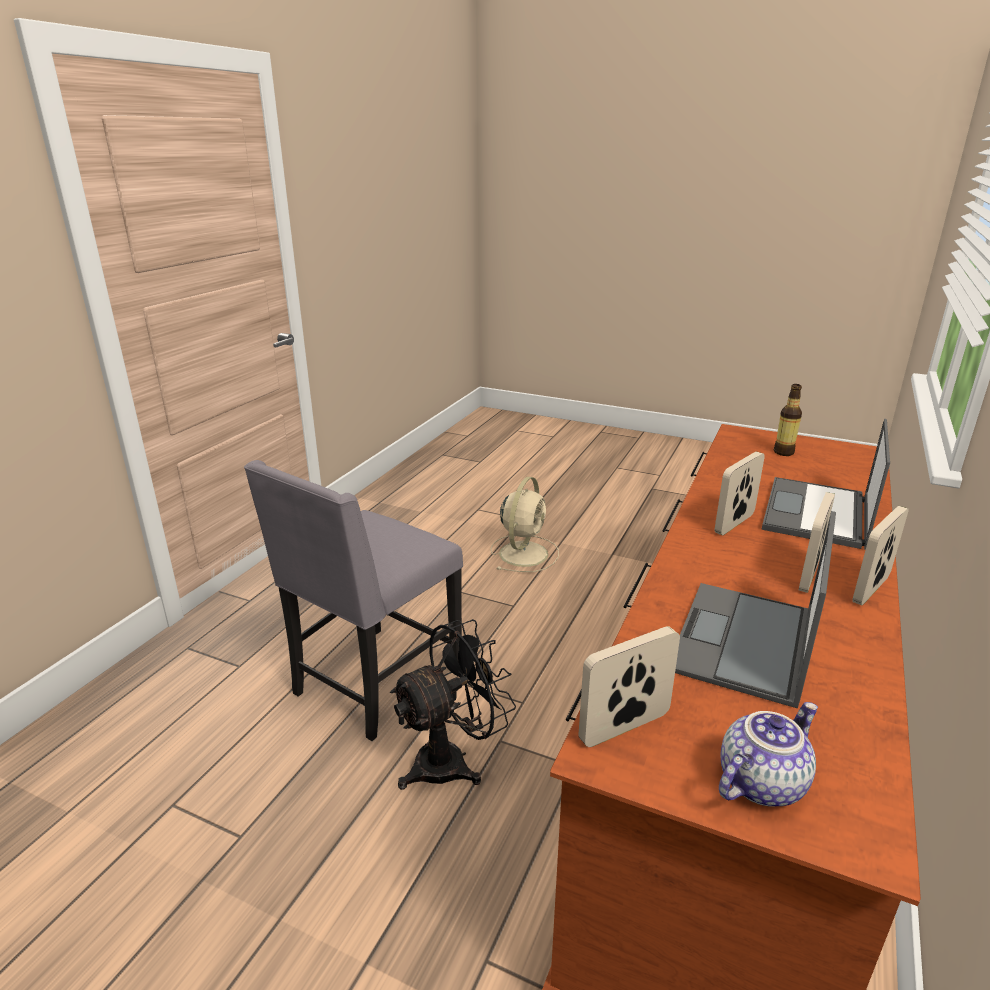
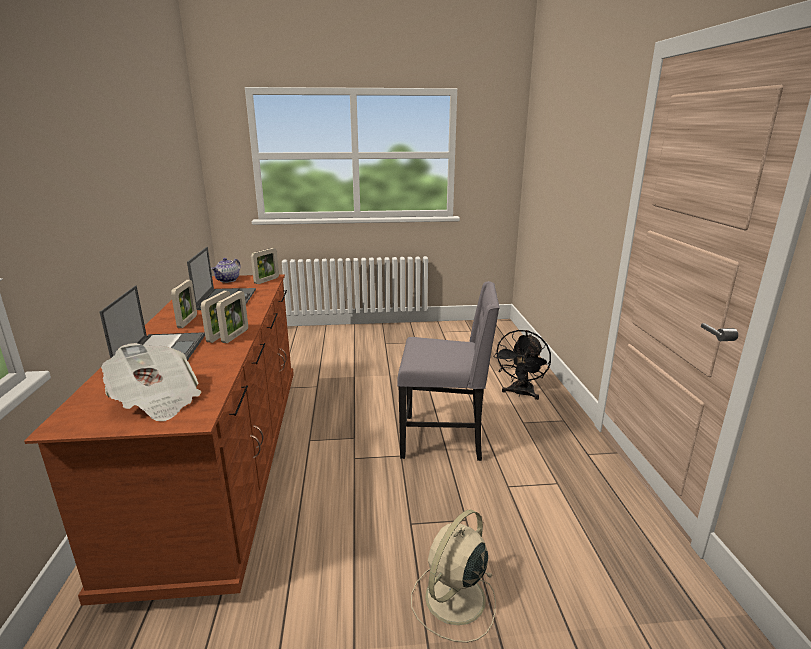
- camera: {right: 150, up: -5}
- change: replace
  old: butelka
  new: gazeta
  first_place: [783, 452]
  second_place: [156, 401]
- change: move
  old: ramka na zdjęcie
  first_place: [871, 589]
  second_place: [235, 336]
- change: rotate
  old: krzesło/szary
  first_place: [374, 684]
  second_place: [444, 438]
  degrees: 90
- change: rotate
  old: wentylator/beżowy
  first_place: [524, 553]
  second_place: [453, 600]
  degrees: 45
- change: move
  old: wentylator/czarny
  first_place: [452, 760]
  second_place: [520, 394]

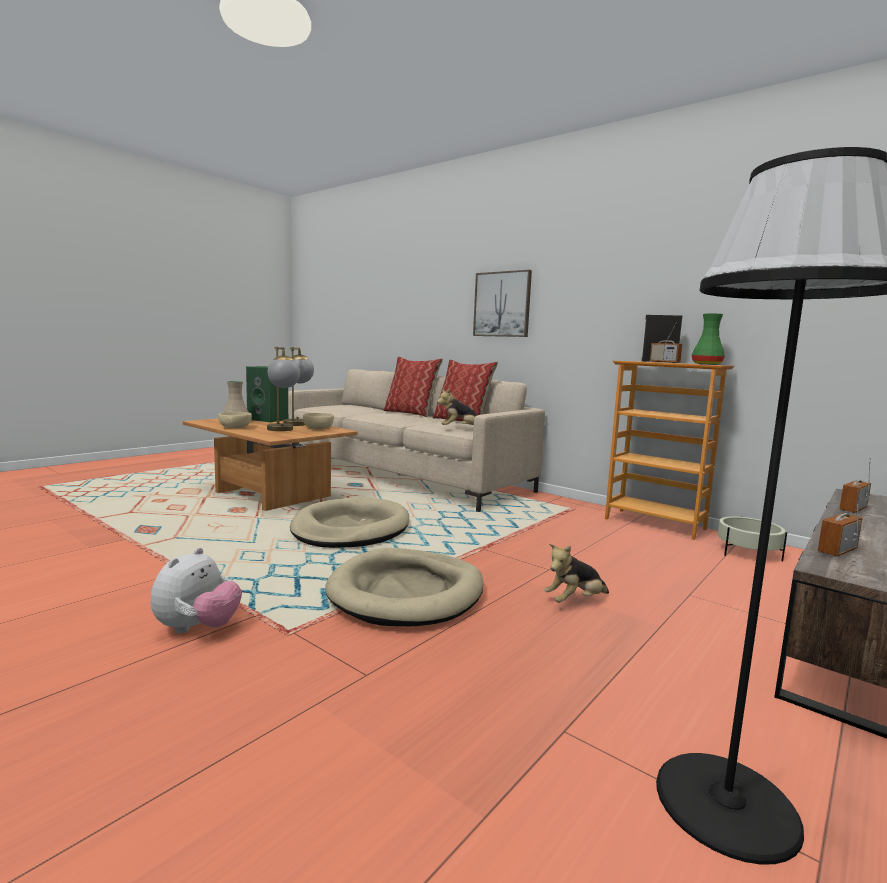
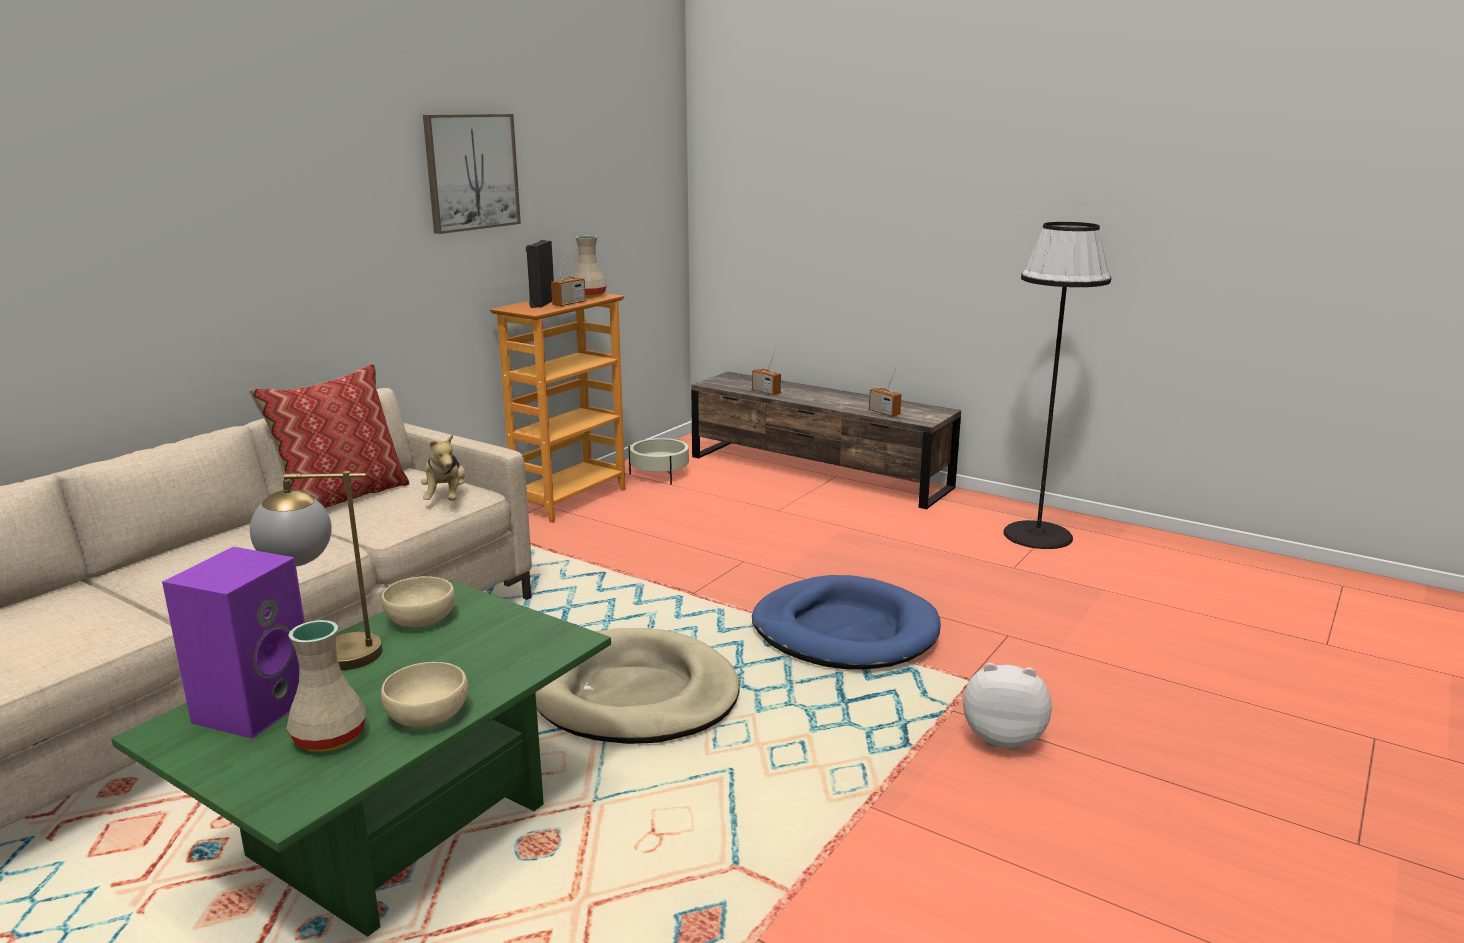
- camera: {right: -95, up: 10}
- change: recolor
  old: ława/brązowy
  new: ława/zielony
  first_place: [269, 495]
  second_place: [402, 836]
- change: recolor
  old: głośnik/zielony
  new: głośnik/fioletowy
  first_place: [269, 419]
  second_place: [255, 706]
- change: move
  old: obraz
  first_place: [502, 304]
  second_place: [471, 172]
- change: recolor
  old: wazon/zielony
  new: wazon/beżowy
  first_place: [706, 364]
  second_place: [588, 296]
- change: recolor
  old: legowisko/beżowy
  new: legowisko/niebieski
  first_place: [407, 593]
  second_place: [845, 631]
- change: delete
  old: lampa stołowa
  first_place: [283, 430]
- change: delete
  old: poduszka
  first_place: [411, 413]
- change: delete
  old: pluszak
  first_place: [575, 601]

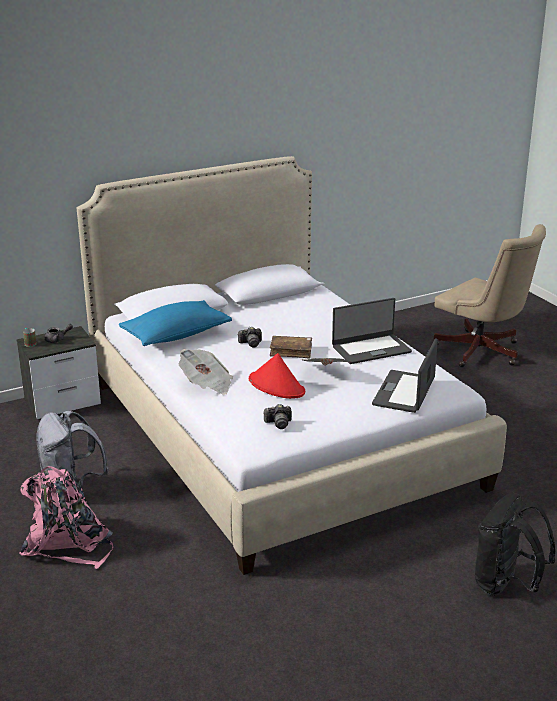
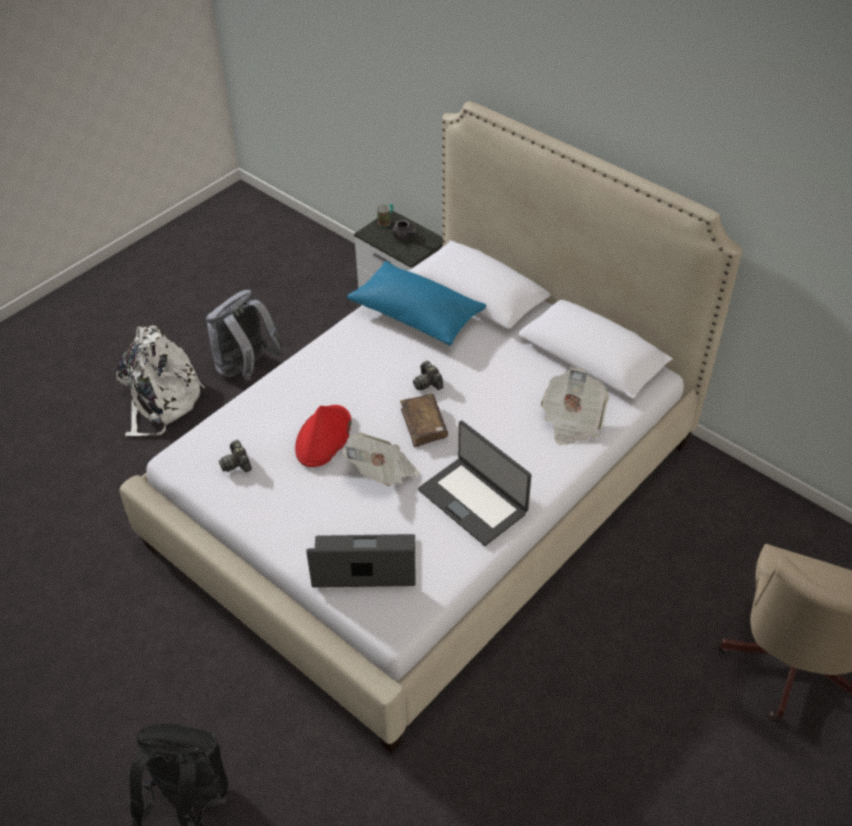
- camera: {right: 70, up: 20}
- change: recolor
  old: plecak/różowy
  new: plecak/biały
  first_place: [68, 543]
  second_place: [161, 401]
- change: move
  old: gazeta
  first_place: [207, 384]
  second_place: [572, 420]

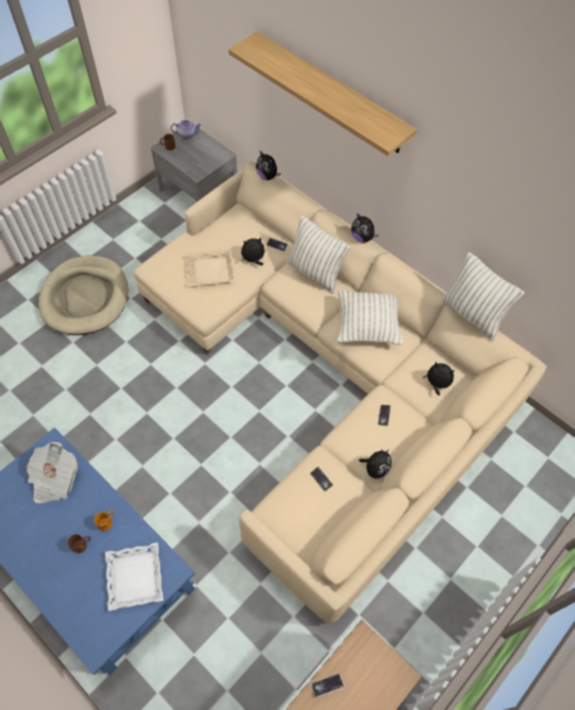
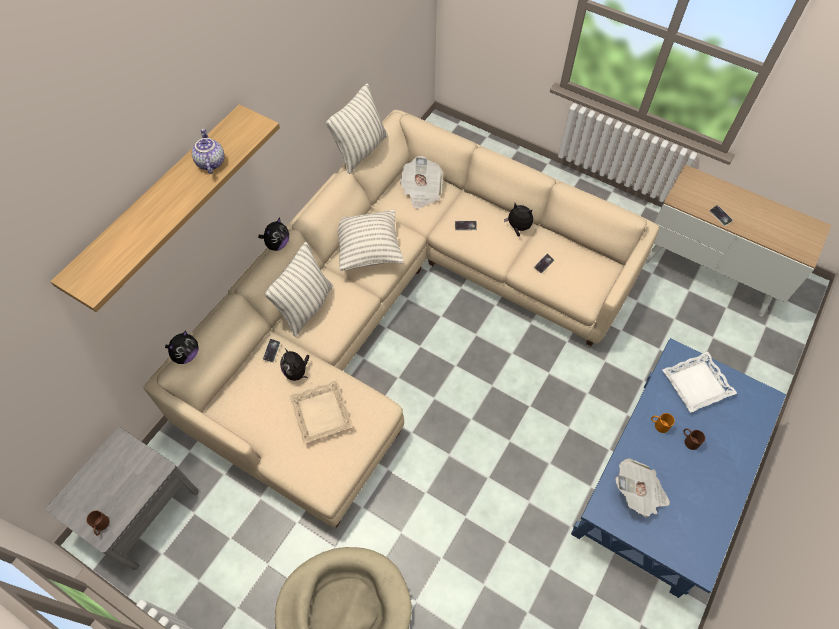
- camera: {right: -100, up: 0}
- change: move
  old: imbryk
  first_place: [187, 135]
  second_place: [210, 162]
- change: replace
  old: pluszak
  new: gazeta
  first_place: [436, 384]
  second_place: [421, 191]

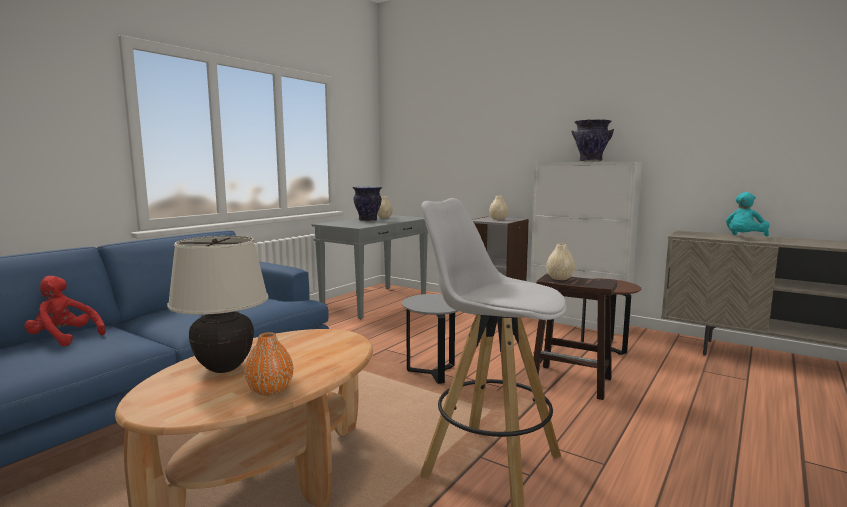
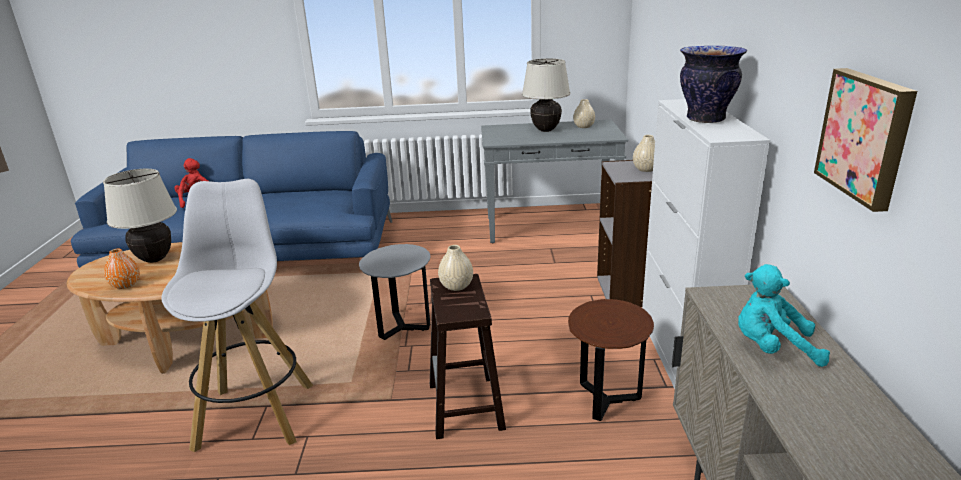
- camera: {right: 55, up: 15}
- change: replace
  old: wazon
  new: lampa stołowa/beżowy
  first_place: [368, 220]
  second_place: [545, 130]
- change: insert
  new: obraz
  second_place: [866, 136]

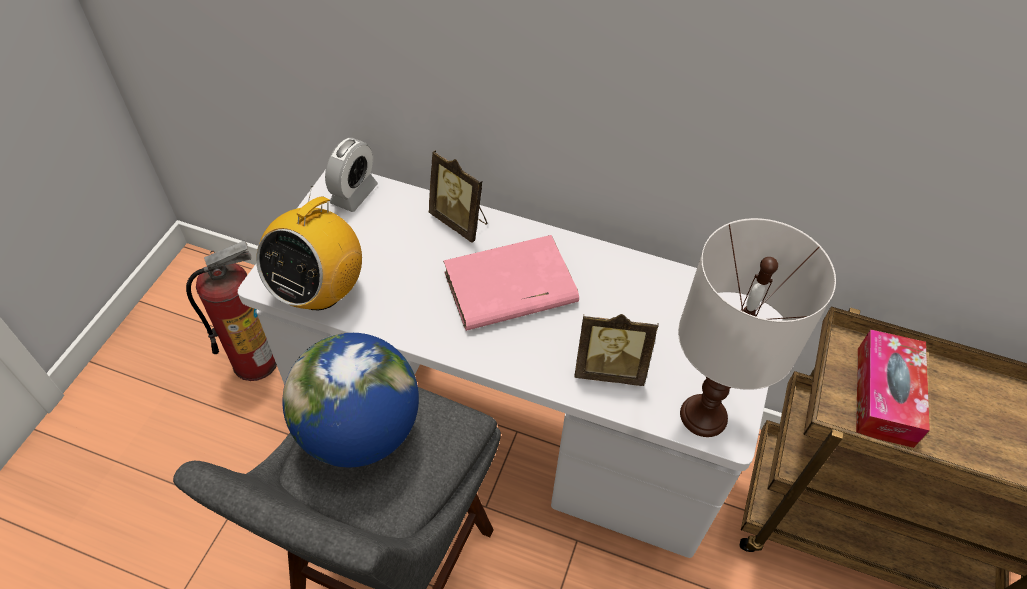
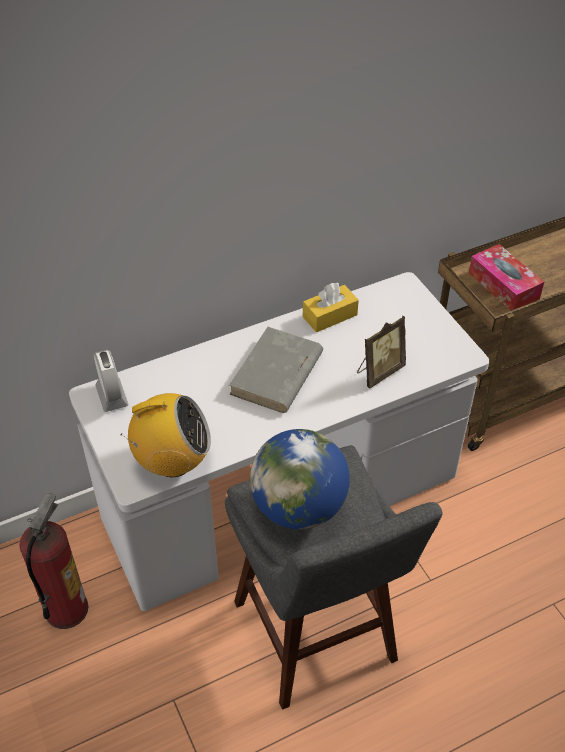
- camera: {right: -45, up: -5}
- change: rotate
  old: radio
  first_place: [319, 291]
  second_place: [172, 462]
  degrees: -75
- change: recolor
  old: książka/różowy
  new: książka/szary
  first_place: [508, 288]
  second_place: [276, 374]
- change: insert
  new: pudełko chusteczek/żółty
  second_place: [330, 316]
- change: delete
  old: ramka na zdjęcie
  first_place: [460, 222]
- change: delete
  old: lampa stołowa/biały
  first_place: [703, 416]

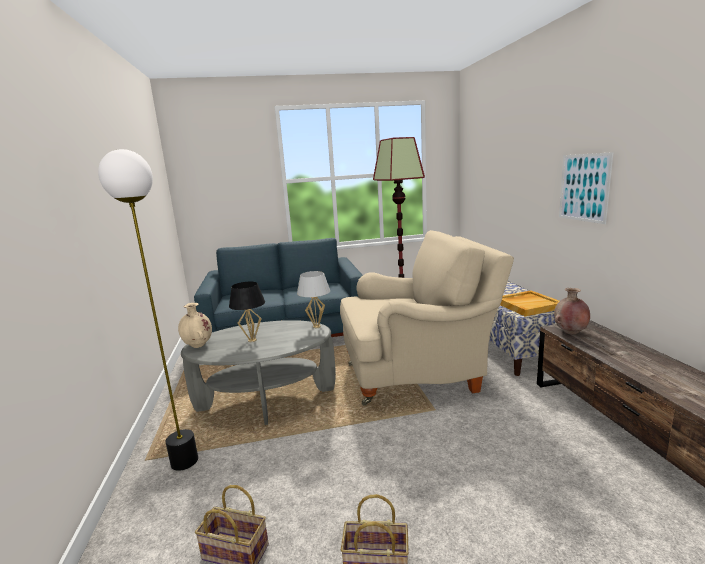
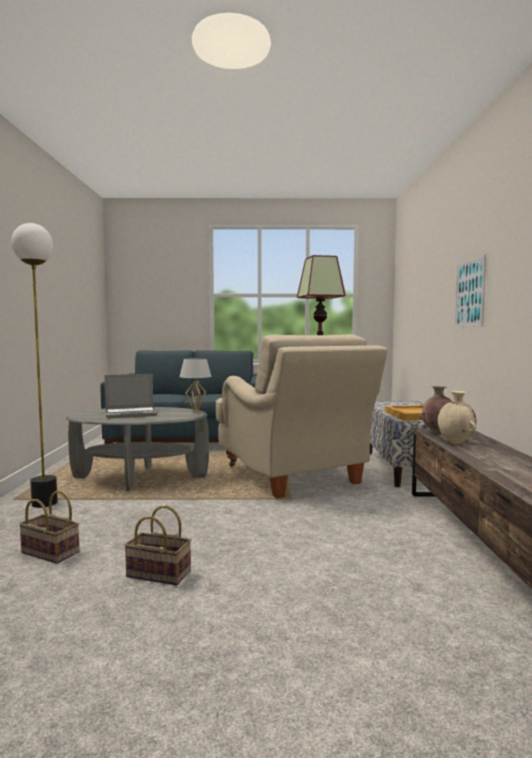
- camera: {right: 10, up: -10}
- change: replace
  old: lampa stołowa/czarny
  new: laptop
  first_place: [252, 340]
  second_place: [131, 414]
- change: rotate
  old: fotel/beżowy
  first_place: [417, 375]
  second_place: [294, 477]
  degrees: 60
- change: move
  old: wazon/beżowy
  first_place: [198, 346]
  second_place: [456, 442]

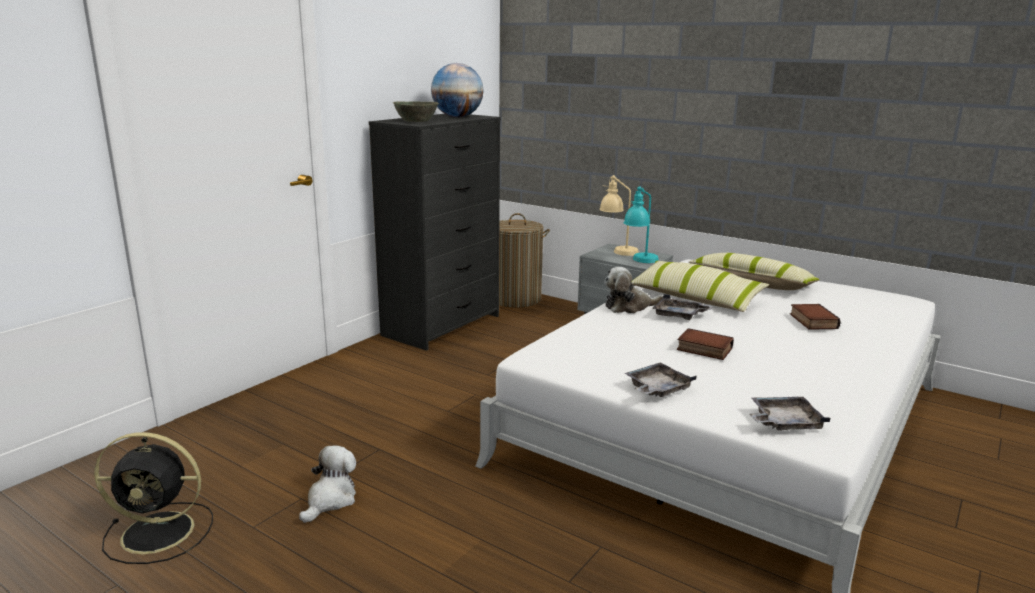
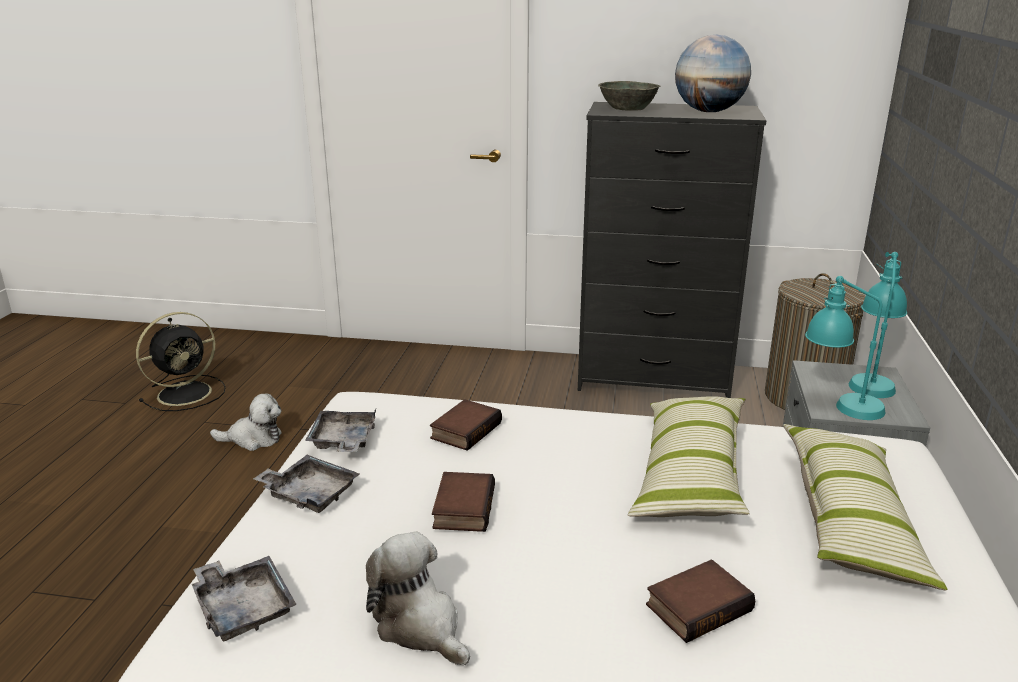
- camera: {right: 65, up: 5}
- change: rotate
  old: wentylator/czarny
  first_place: [161, 532]
  second_place: [187, 393]
  degrees: -105
- change: move
  old: taca/szary
  first_place: [679, 315]
  second_place: [343, 441]
- change: move
  old: pluszak
  first_place: [629, 307]
  second_place: [420, 625]
- change: insert
  new: książka
  second_place: [465, 430]
- change: recolor
  old: lampa stołowa/beżowy
  new: lampa stołowa/turkusowy
  first_place: [617, 250]
  second_place: [870, 379]

